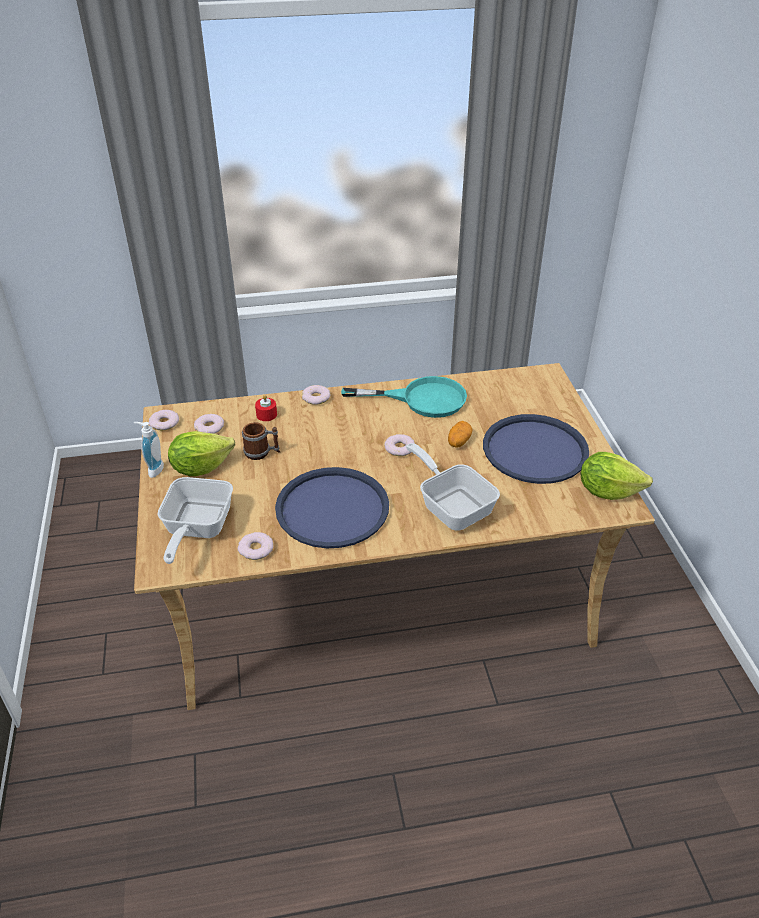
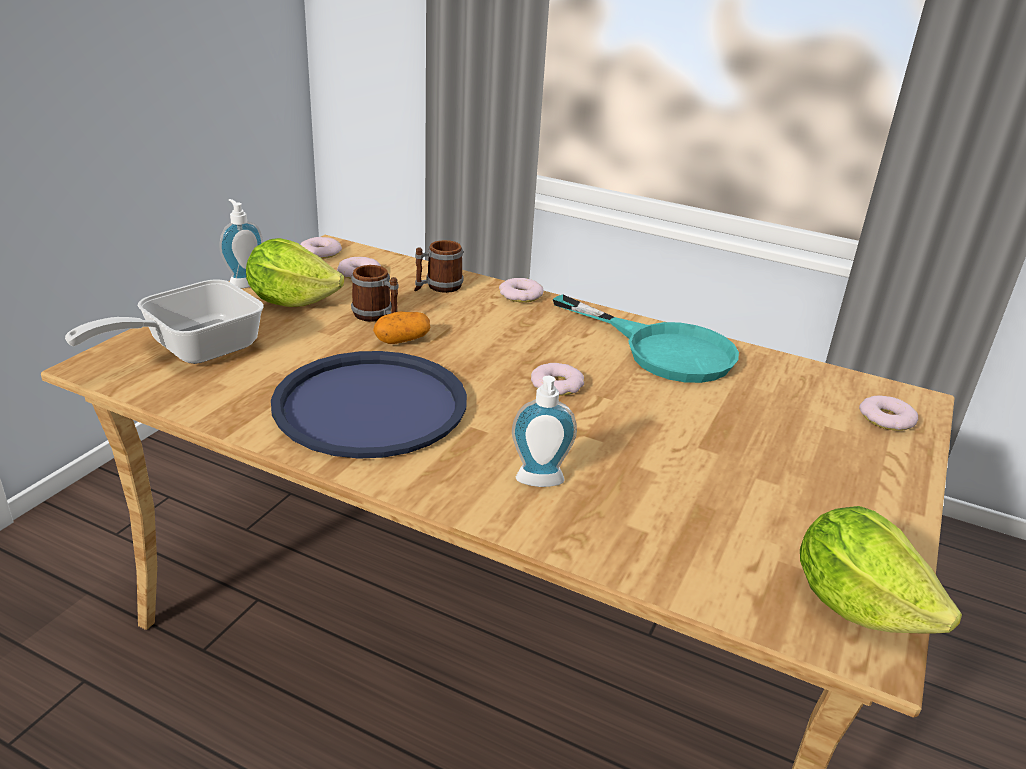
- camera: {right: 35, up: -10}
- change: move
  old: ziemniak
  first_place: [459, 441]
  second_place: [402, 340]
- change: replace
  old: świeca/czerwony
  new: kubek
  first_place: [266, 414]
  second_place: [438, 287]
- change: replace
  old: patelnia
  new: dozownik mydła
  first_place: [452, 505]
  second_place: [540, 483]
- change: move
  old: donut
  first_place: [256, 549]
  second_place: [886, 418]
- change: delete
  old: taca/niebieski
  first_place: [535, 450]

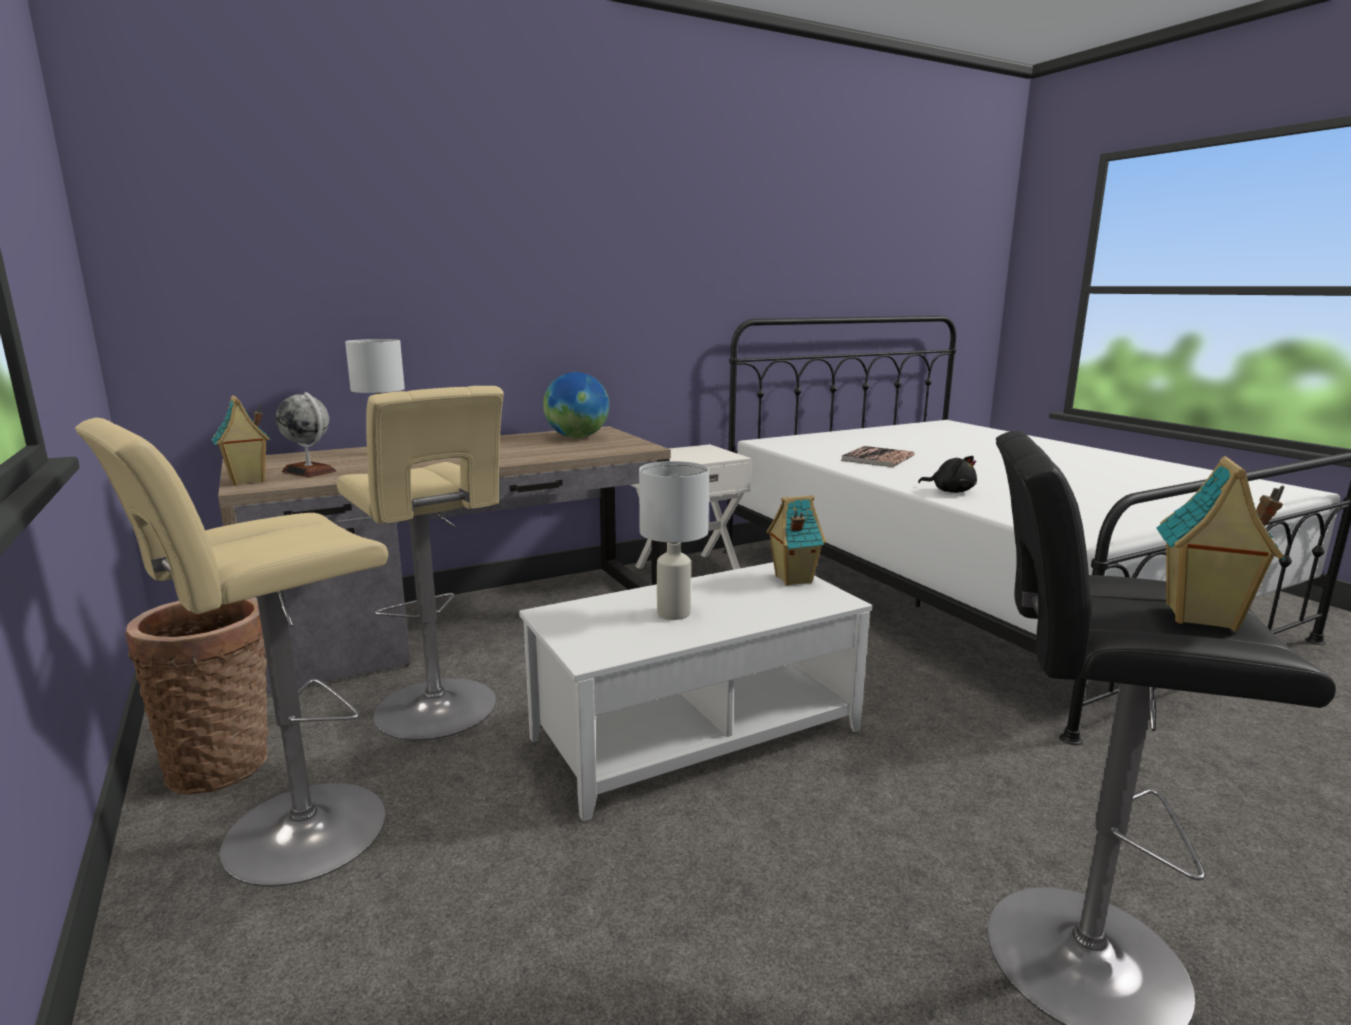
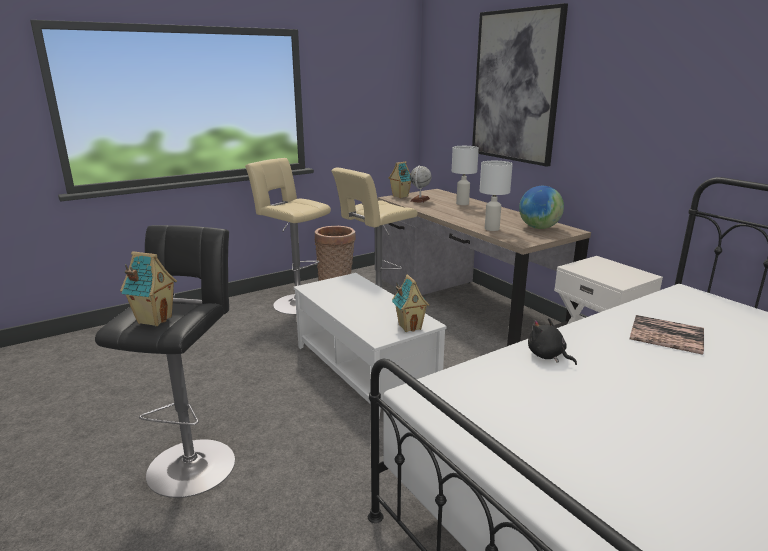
- camera: {right: 85, up: 5}
- change: insert
  new: obraz
  second_place: [516, 87]
- change: move
  old: lampa stołowa/biały
  first_place: [673, 613]
  second_place: [491, 229]
- change: rotate
  old: pluszak/czarny
  first_place: [950, 491]
  second_place: [547, 356]
  degrees: 105

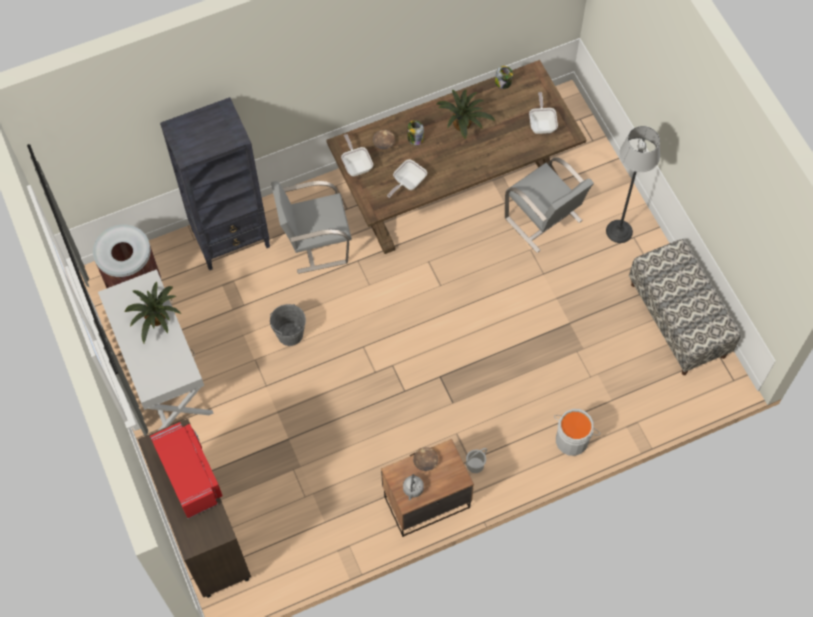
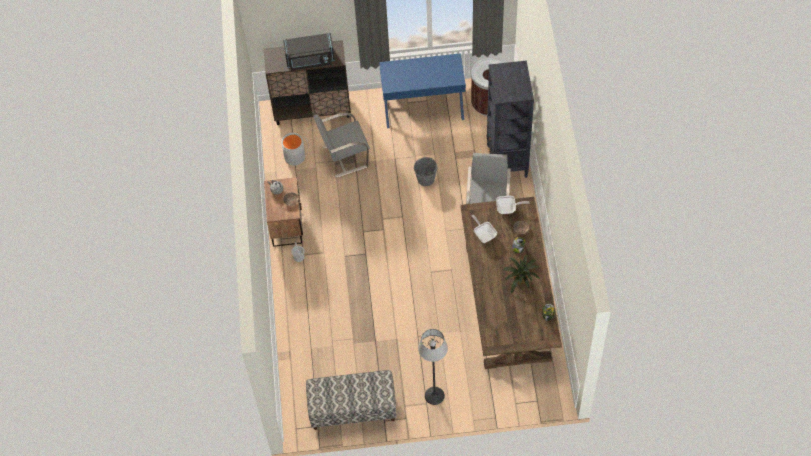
- camera: {right: 110, up: -5}
- change: move
  old: wiadro/szary
  first_place: [572, 439]
  second_place: [295, 157]
- change: recolor
  old: mikrofalówka/czerwony
  new: mikrofalówka/czarny
  first_place: [191, 475]
  second_place: [310, 60]
- change: move
  old: krzesło/szary
  first_place: [544, 220]
  second_place: [344, 157]
- change: recolor
  old: stolik konsolowy/biały
  new: stolik konsolowy/niebieski
  first_place: [163, 373]
  second_place: [423, 108]
- change: delete
  old: roślina doniczkowa
  first_place: [157, 320]
- change: delete
  old: patelnia
  first_place: [542, 123]

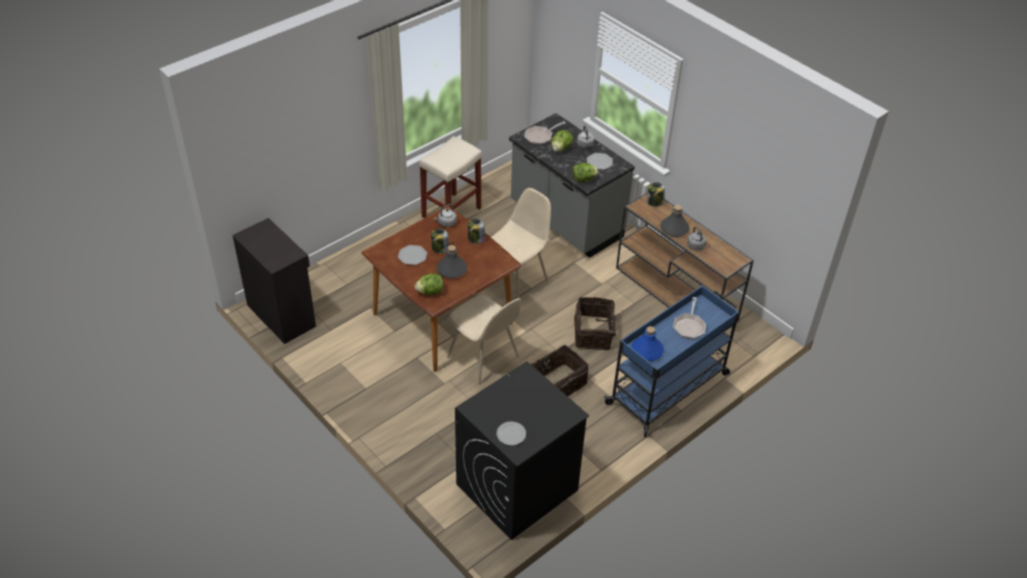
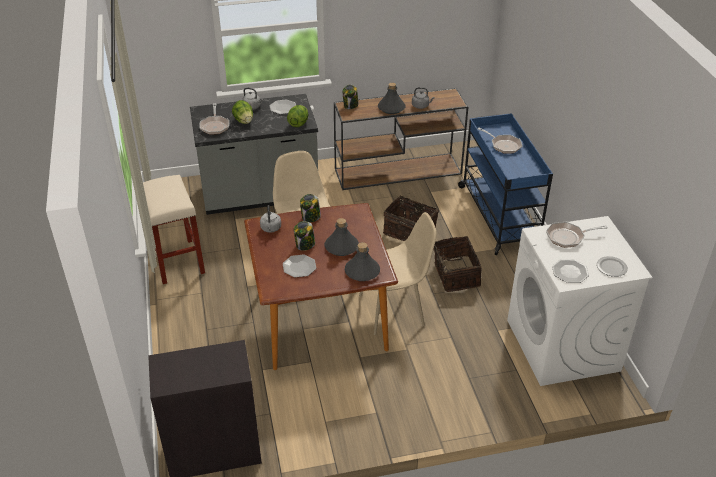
- camera: {right: -60, up: -5}
- change: replace
  old: sałata
  new: butelka/szary
  first_place: [430, 292]
  second_place: [362, 271]
- change: recolor
  old: pralka/czarny
  new: pralka/biały
  first_place: [516, 488]
  second_place: [563, 346]
- change: insert
  new: patelnia
  second_place: [568, 237]
- change: insert
  new: talerz
  second_place: [570, 272]
- change: delete
  old: butelka/niebieski
  first_place: [647, 351]

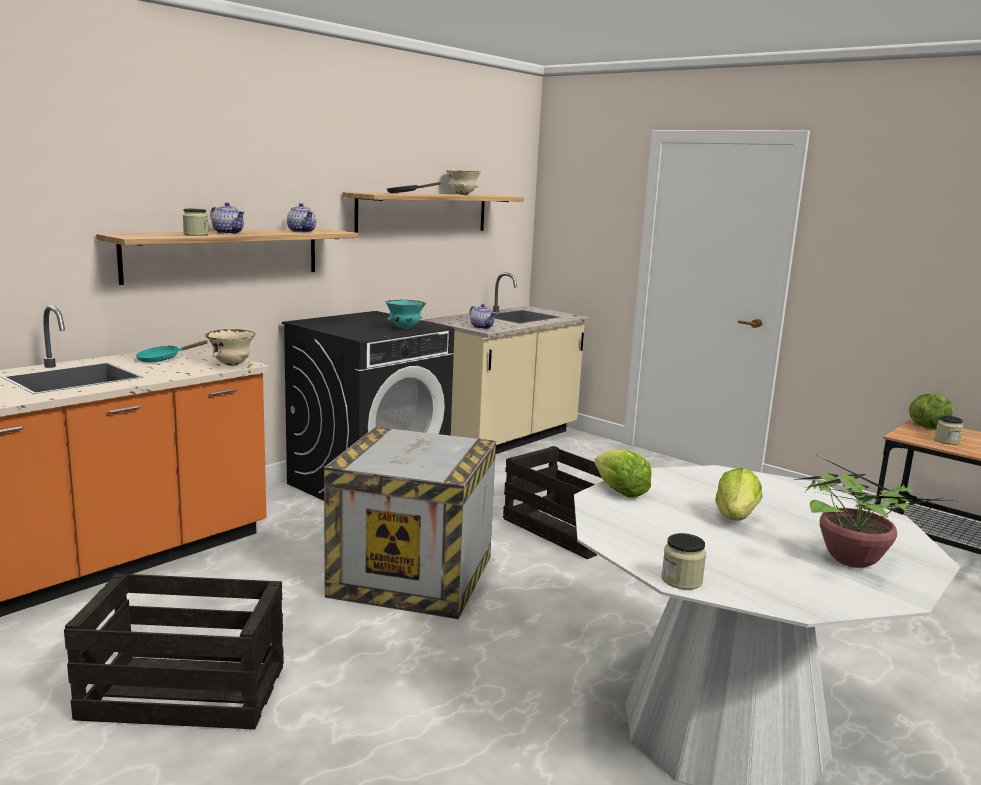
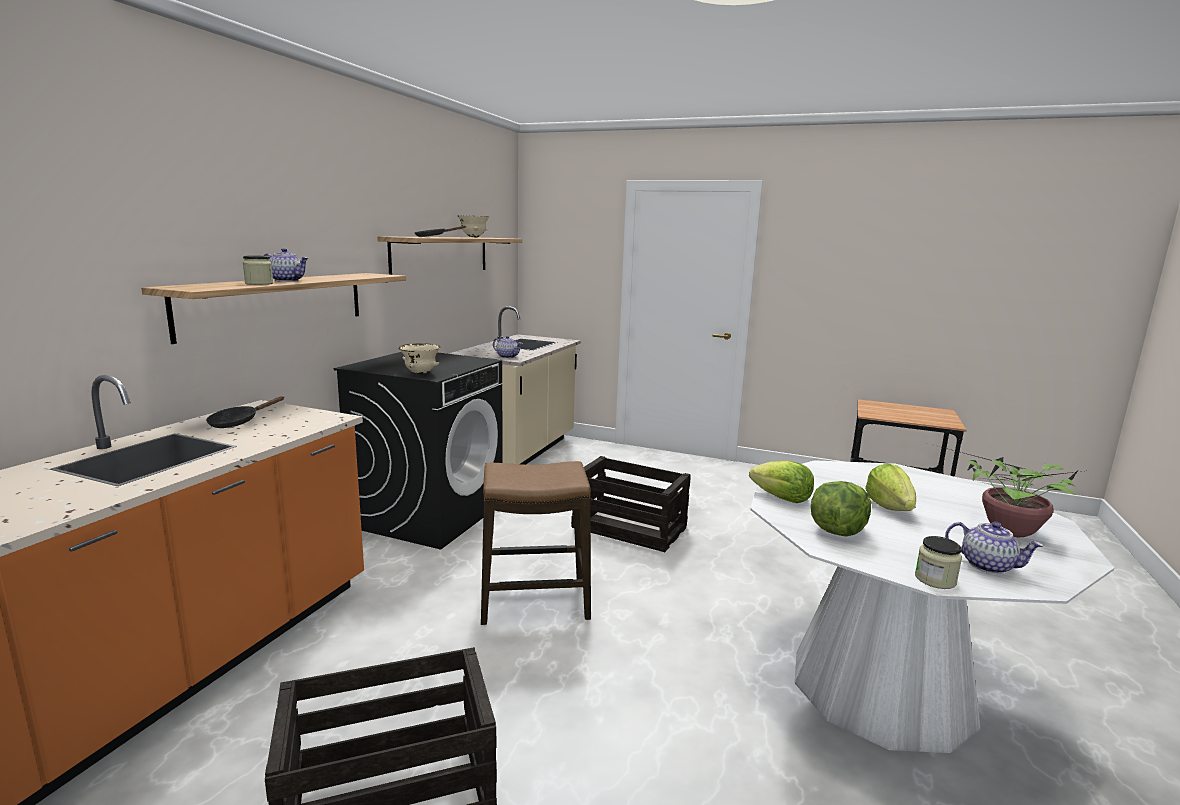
- camera: {right: -20, up: 0}
- change: recolor
  old: patelnia/turkusowy
  new: patelnia/czarny
  first_place: [163, 359]
  second_place: [238, 422]
- change: move
  old: miska/beżowy
  first_place: [231, 365]
  second_place: [420, 373]
- change: replace
  old: skrzynka
  new: stołek
  first_place: [414, 576]
  second_place: [535, 601]
- change: move
  old: sałata
  first_place: [928, 427]
  second_place: [837, 531]
- change: move
  old: imbryk
  first_place: [302, 231]
  second_place: [987, 565]
- change: delete
  old: miska/turkusowy
  first_place: [404, 328]
- change: delete
  old: słoik
  first_place: [946, 441]

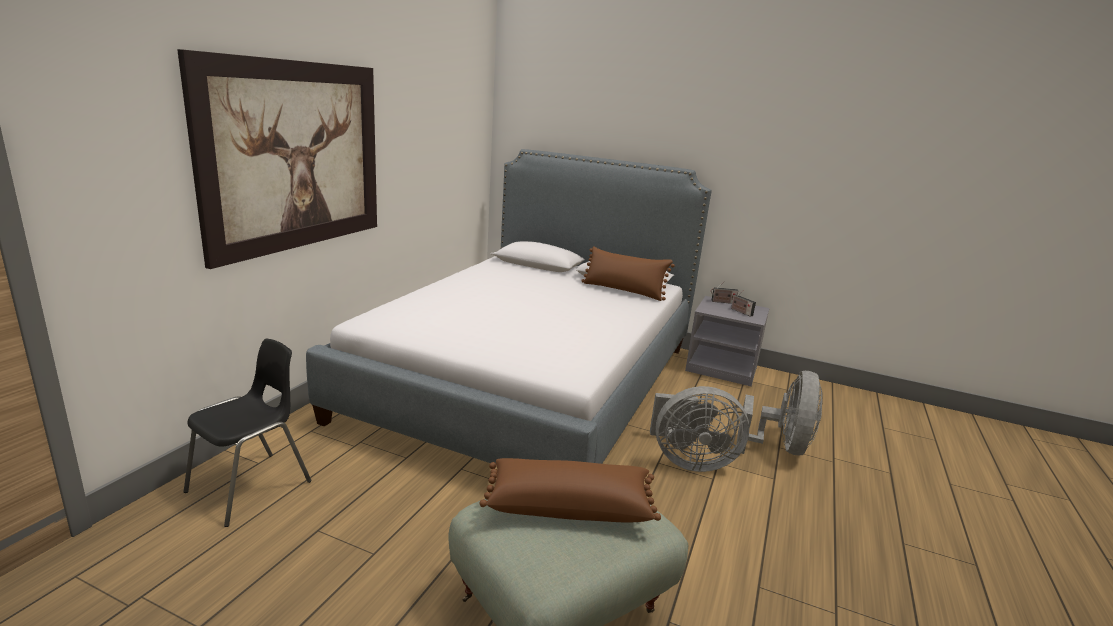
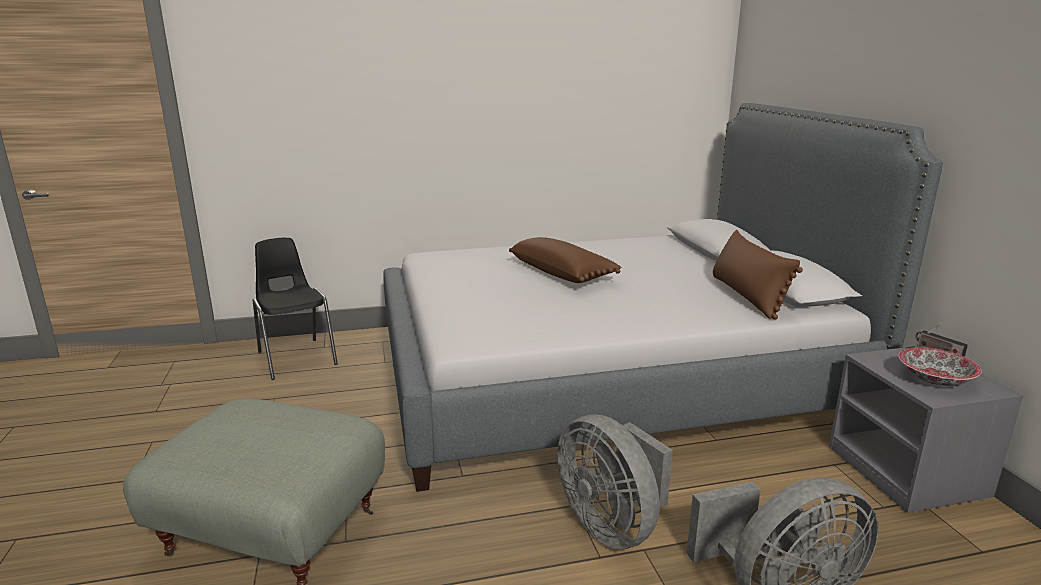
- camera: {right: 55, up: 0}
- change: rotate
  old: krzesło/czarny
  first_place: [251, 487]
  second_place: [296, 358]
  degrees: -120
- change: move
  old: poduszka/brązowy
  first_place: [569, 506]
  second_place: [562, 273]
- change: replace
  old: radio
  new: miska
  first_place: [740, 311]
  second_place: [935, 380]
- change: delete
  old: obraz
  first_place: [296, 156]

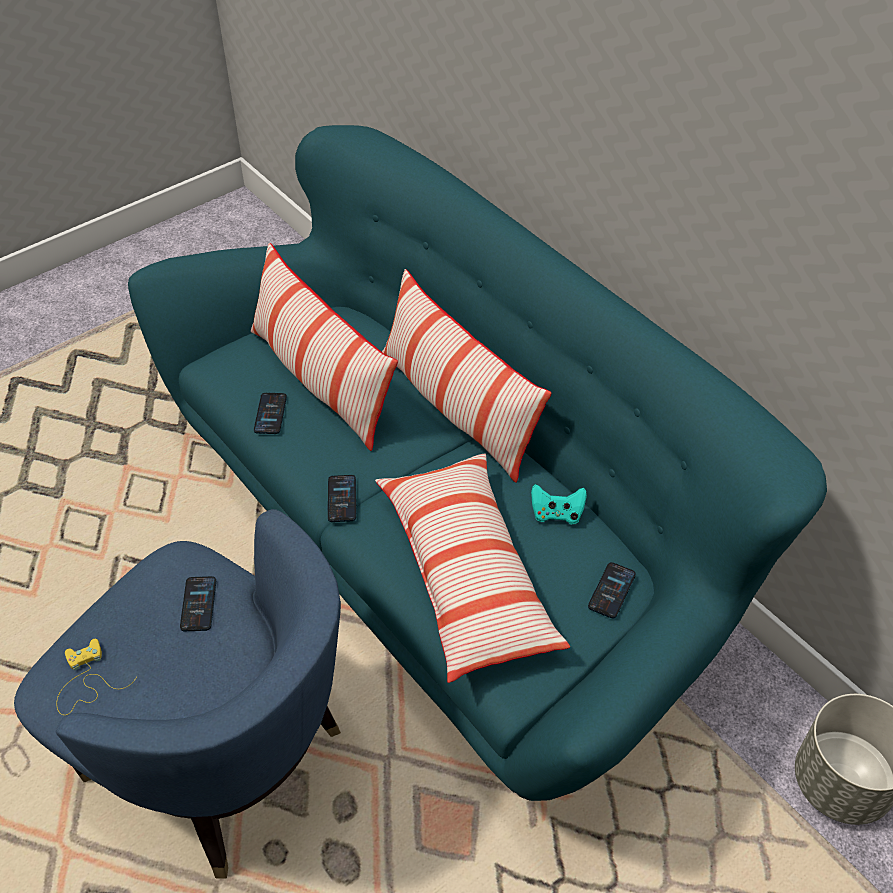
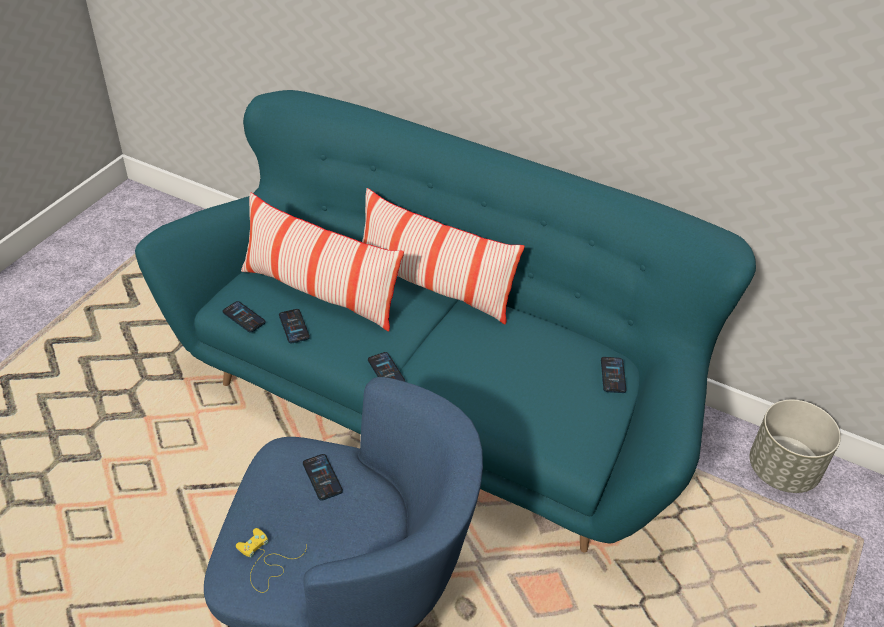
- camera: {right: -25, up: -5}
- change: insert
  new: telefon
  second_place: [244, 317]
- change: delete
  old: poduszka
  first_place: [467, 576]
- change: delete
  old: pad do gier/turkusowy
  first_place: [556, 514]

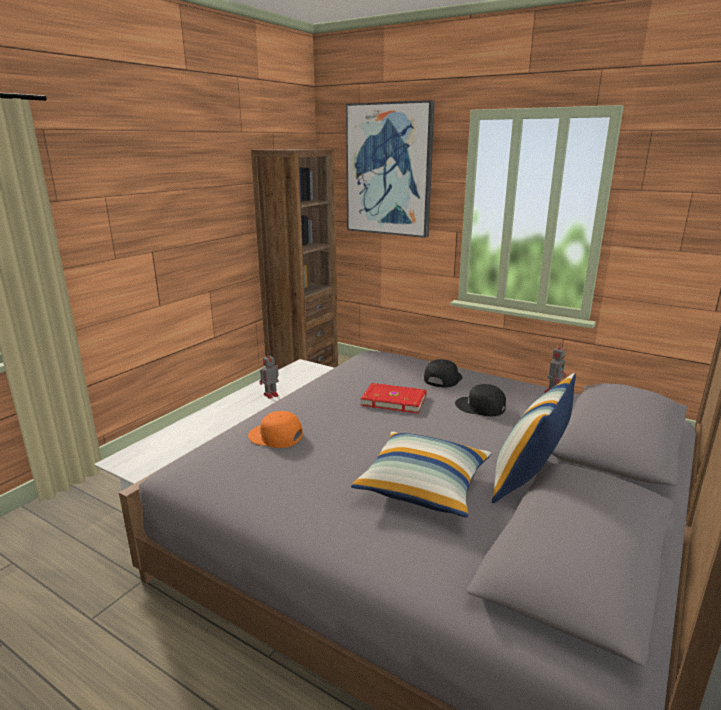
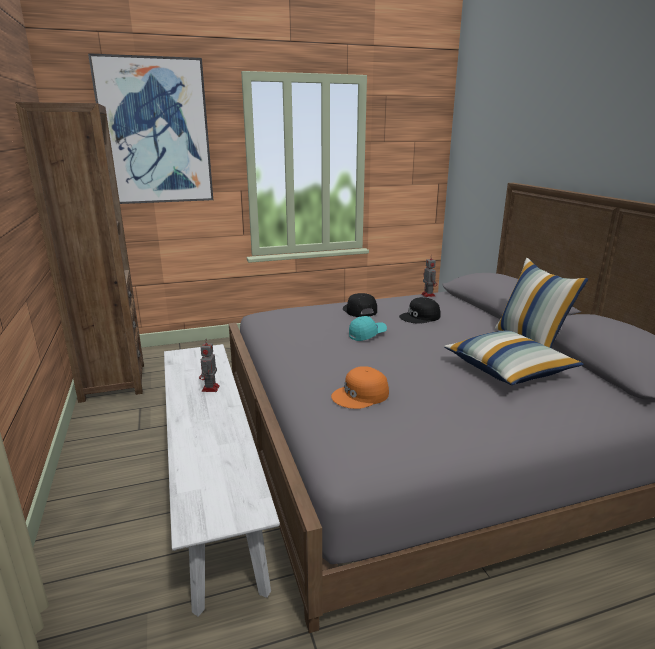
- camera: {right: -50, up: 0}
- change: replace
  old: książka/czerwony
  new: czapka z daszkiem/turkusowy
  first_place: [393, 400]
  second_place: [367, 335]

